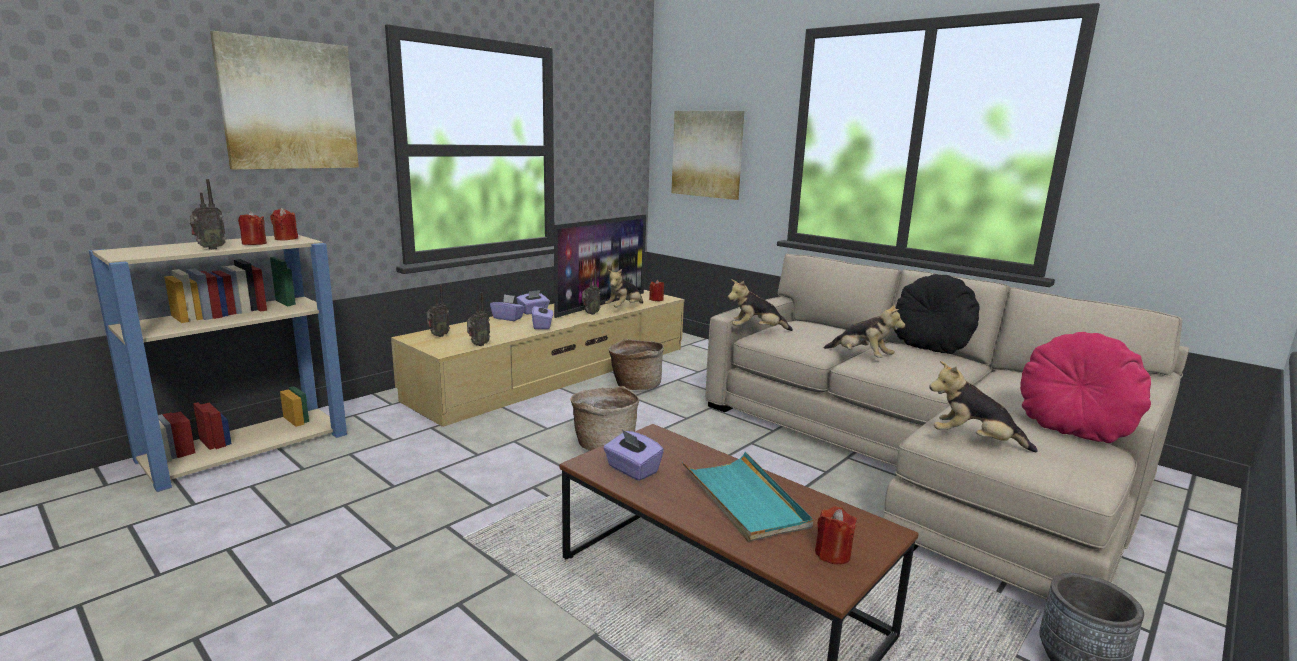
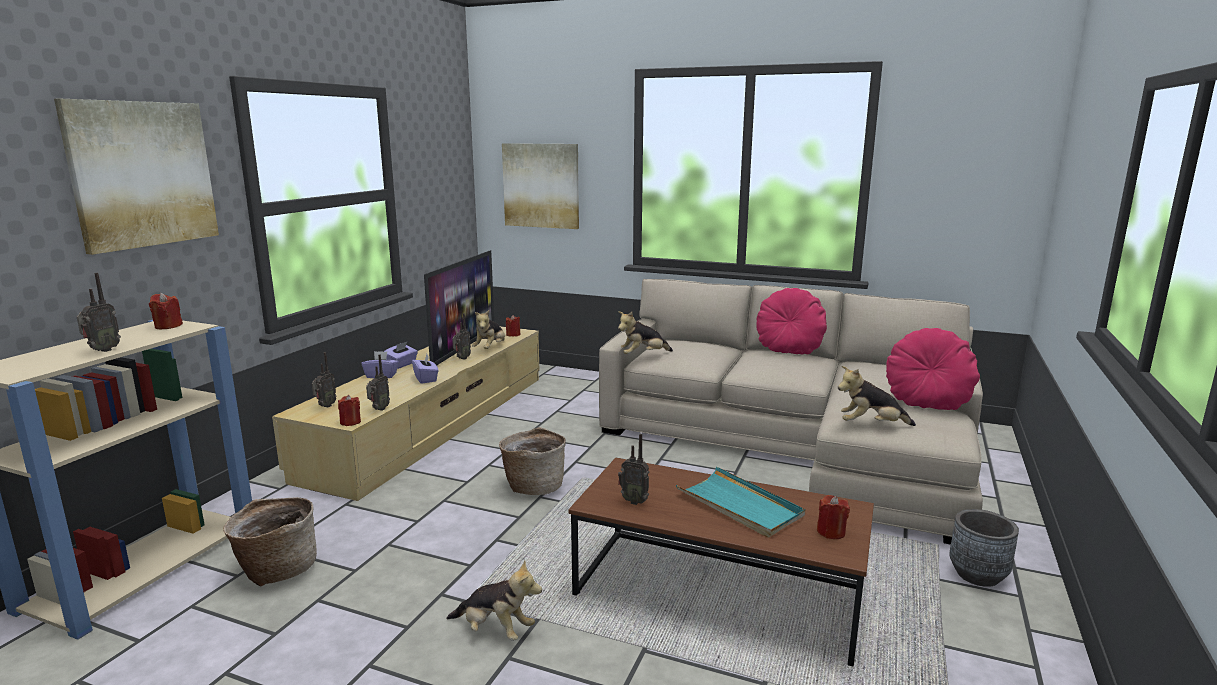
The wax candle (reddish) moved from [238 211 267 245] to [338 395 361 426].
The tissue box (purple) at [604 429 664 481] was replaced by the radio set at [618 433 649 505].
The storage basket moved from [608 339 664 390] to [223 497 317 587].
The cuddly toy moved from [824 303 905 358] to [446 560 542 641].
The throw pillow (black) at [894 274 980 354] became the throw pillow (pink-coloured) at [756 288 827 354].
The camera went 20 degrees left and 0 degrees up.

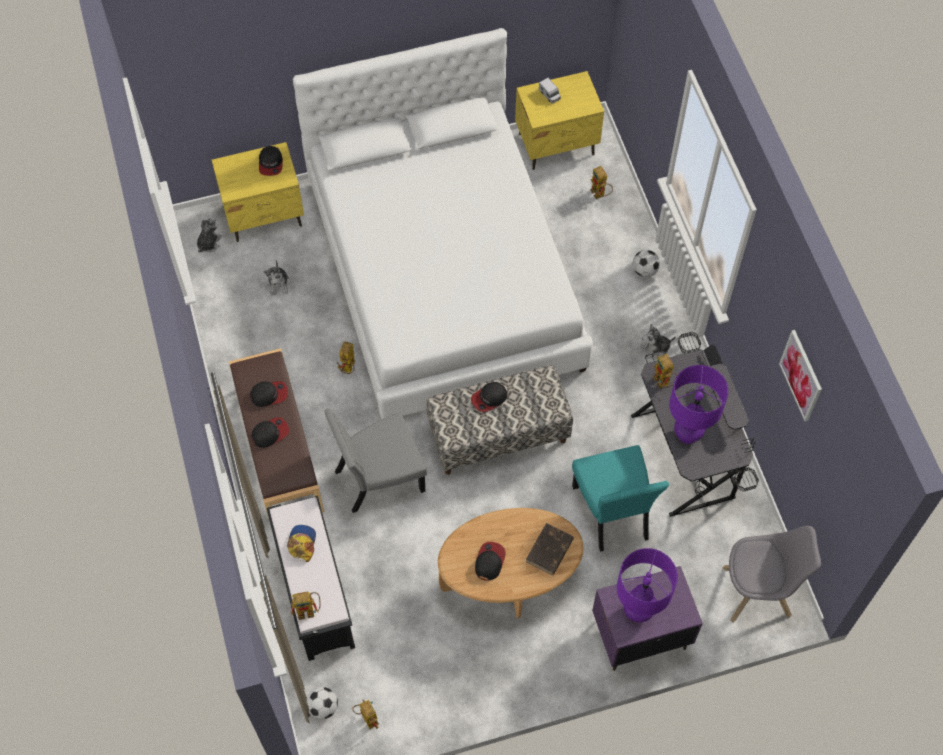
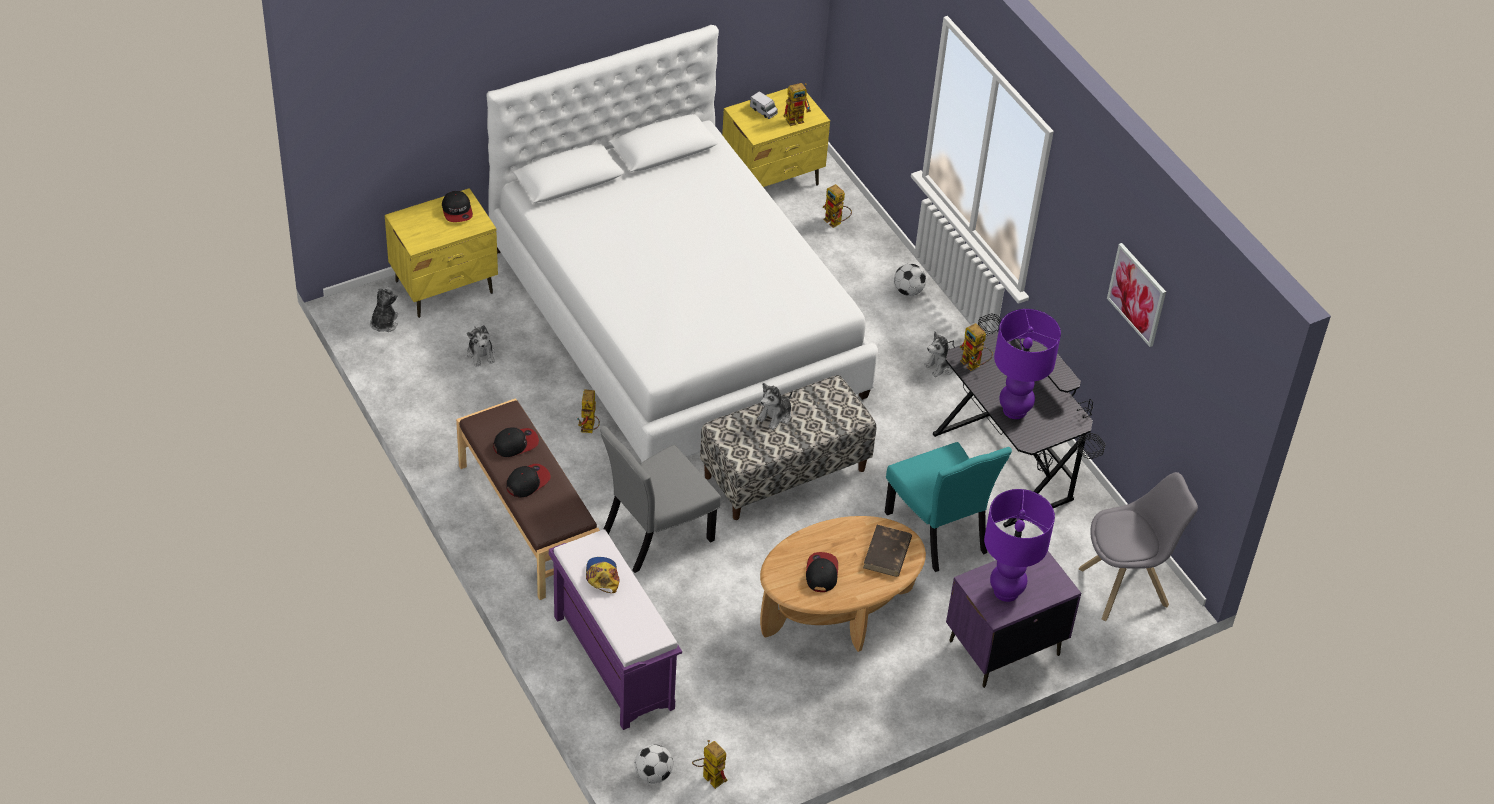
The long seat (black) at [266 496 355 661] became the long seat (purple) at [549 529 682 730].
The toy robot moved from [291 592 321 620] to [783 83 811 126].
The cap at [471 382 507 412] was replaced by the cuddly toy at [757 383 793 430].
The camera went 15 degrees left and 15 degrees down.

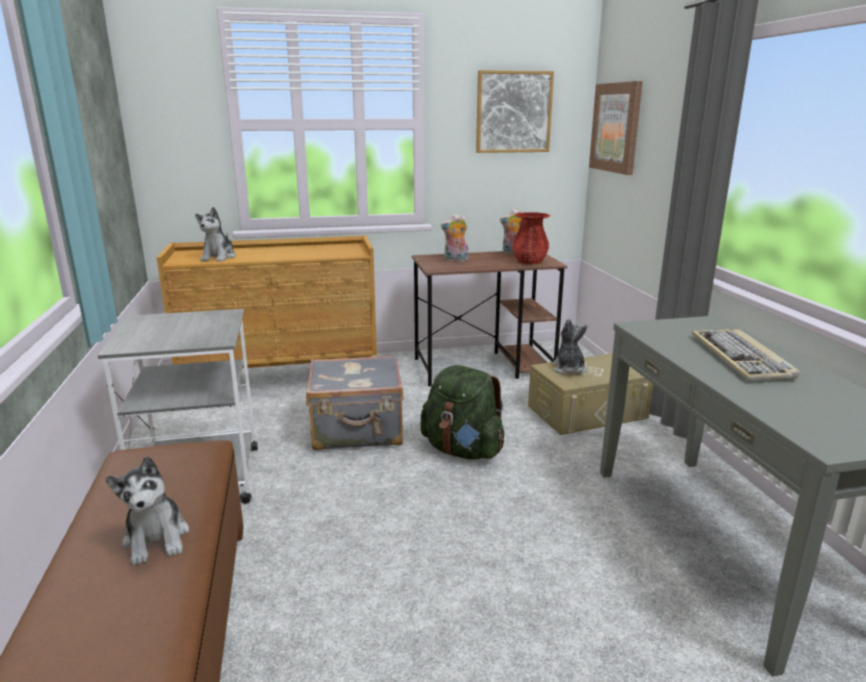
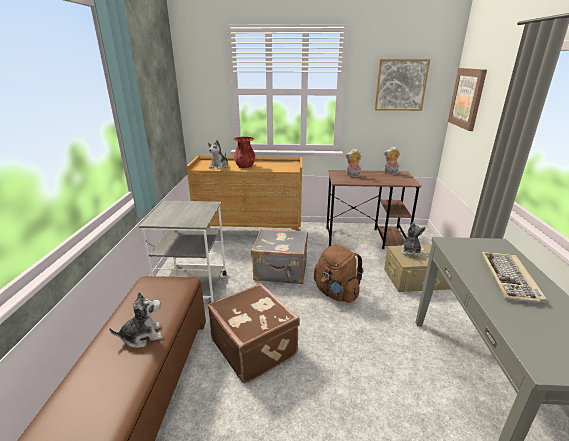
The cuddly toy at [106 456 189 565] turned 105 degrees counterclockwise.
The rucksack (green) at [420 365 504 460] became the rucksack (brownish) at [314 245 364 303].
The decorative vase (reddish) moved from [512 212 551 264] to [233 137 255 168].
The travel case (brownish) at [208 283 300 384] appeared.
The camera went 15 degrees right and 5 degrees up.

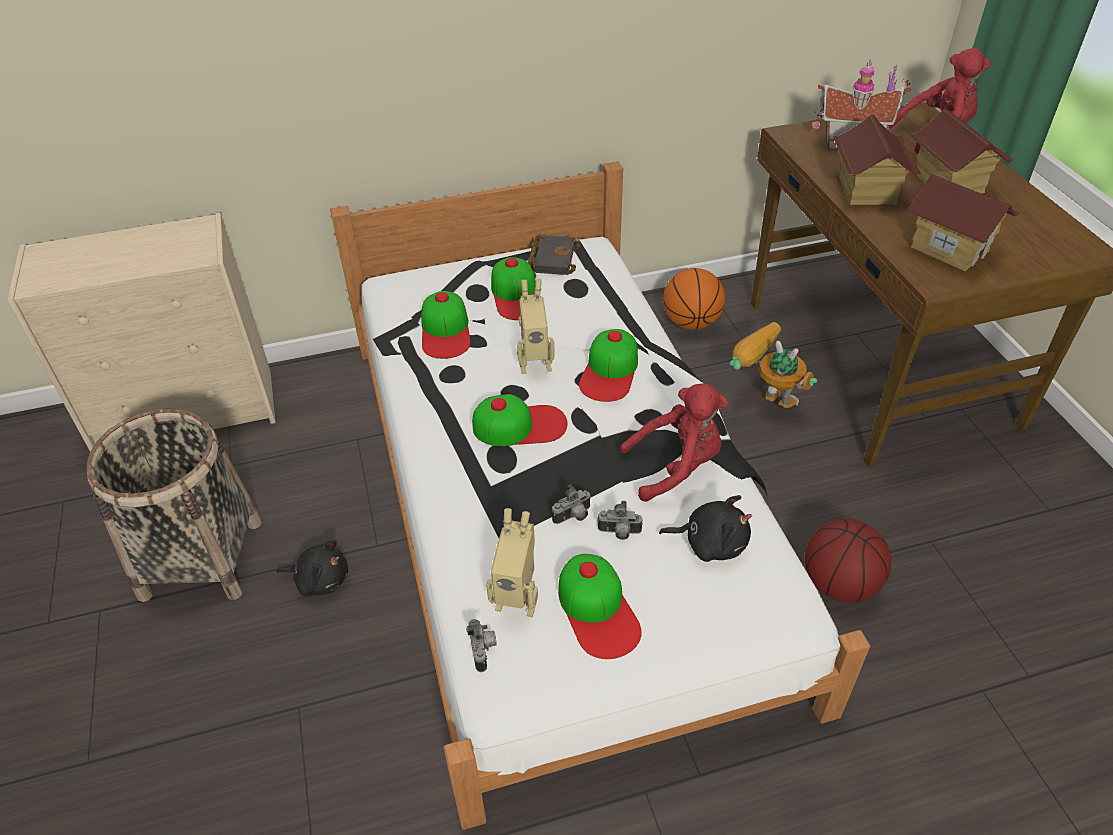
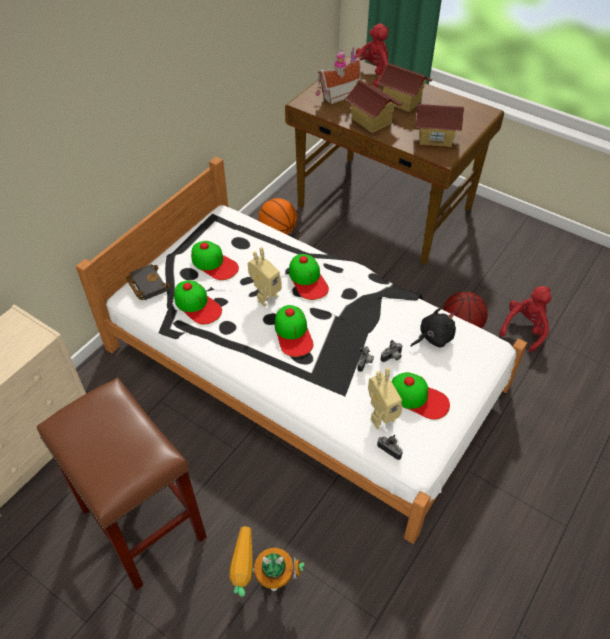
The storage basket at [86 409 262 602] was replaced by the sitting stool (brownish) at [37 377 207 590].
The cuddly toy (black) at [276 540 348 597] disappeared.
The cap at [472 394 568 446] turned 120 degrees clockwise.
The volume (black) moved from [528 235 581 275] to [126 264 170 300].
The cuddly toy (reddish) moved from [620 384 728 502] to [499 286 551 352].
The toy robot moved from [730 322 817 408] to [229 527 304 597].
The camera went 40 degrees left and 5 degrees up.

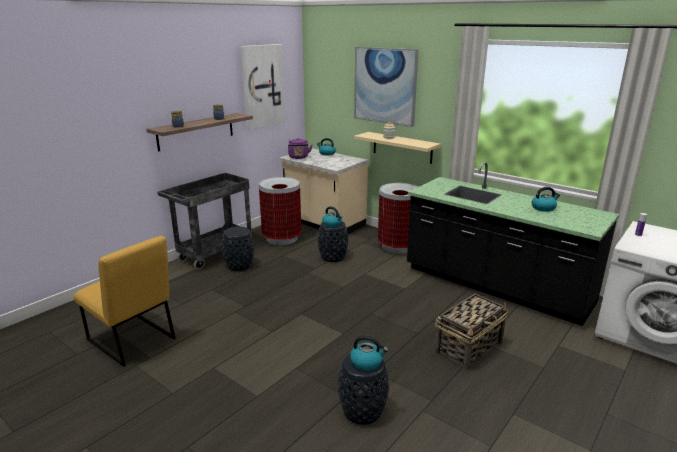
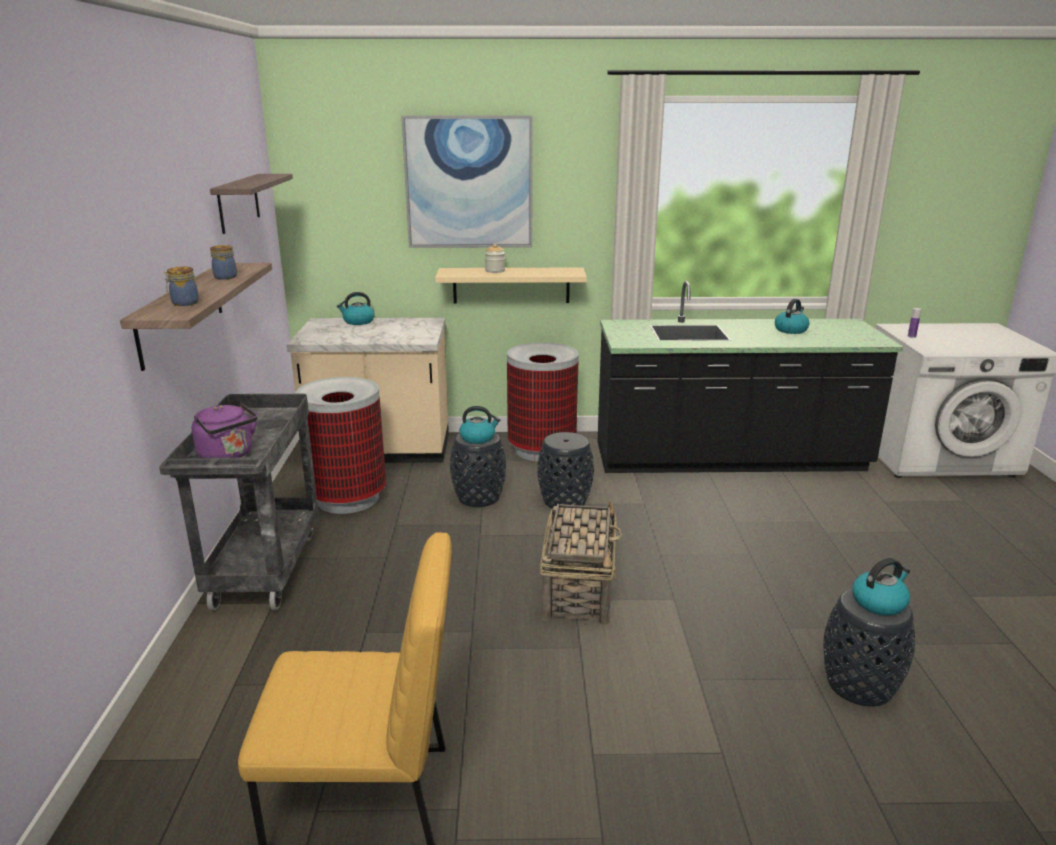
The sitting stool (black) moved from [222 227 254 271] to [537 432 594 508].
The wall art at [240 44 285 130] was replaced by the shelf at [210 174 293 234].
The water kettle (purple) moved from [288 138 313 159] to [192 403 257 458].
The storage basket moved from [434 294 508 371] to [540 500 622 625].
The camera went 40 degrees left and 0 degrees up.

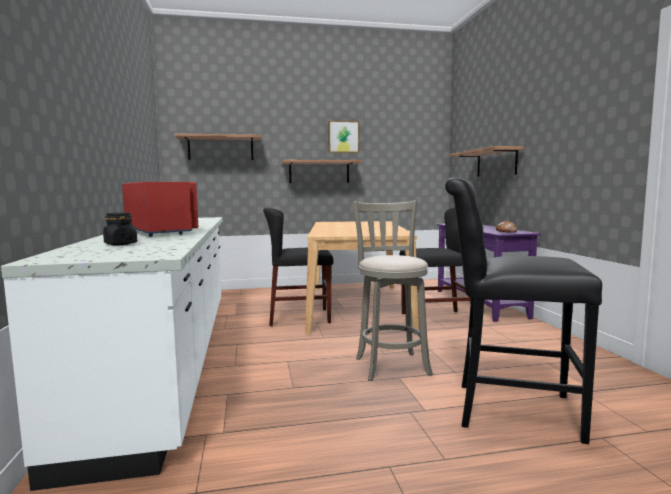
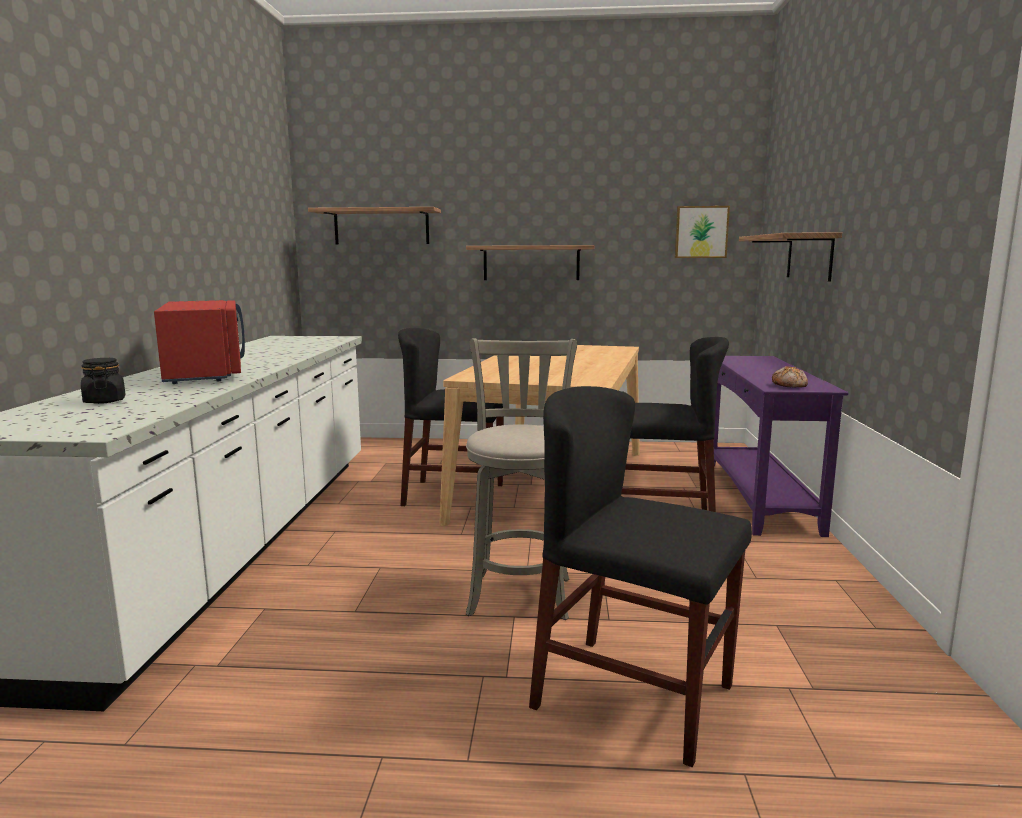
The wall art moved from [328 121 359 153] to [675 206 730 258].
The sitting stool (black) at [445 177 602 444] was replaced by the upright chair (black) at [529 386 752 767].
The camera went 15 degrees right and 5 degrees up.

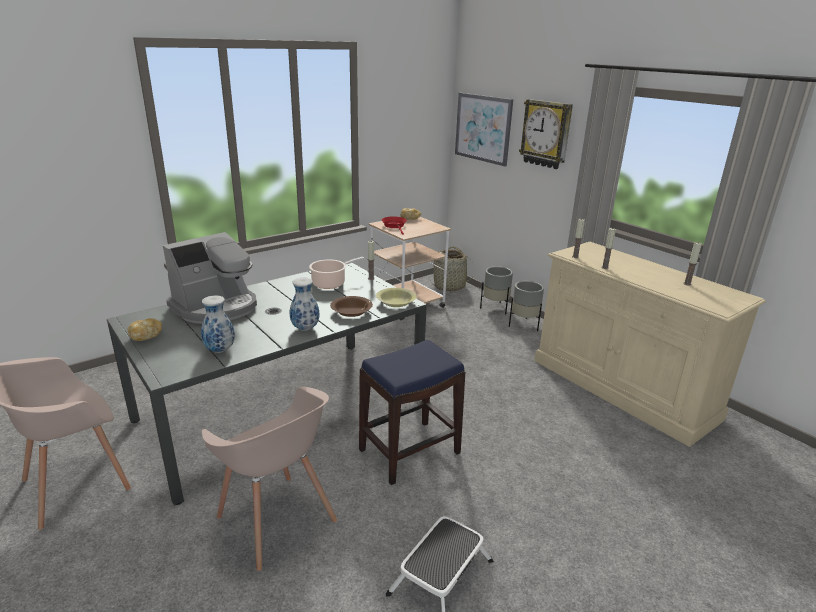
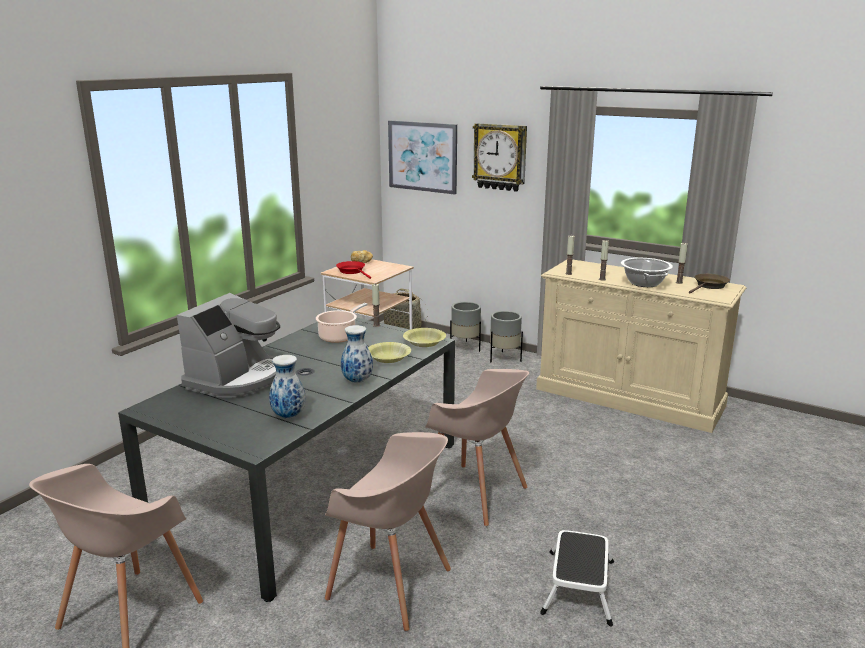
The bakery bread at [128 318 162 341] disappeared.
The serving bowl (brownish) at [330 296 373 317] became the serving bowl (yellow) at [368 342 411 363].
The sitting stool at [359 340 465 485] was replaced by the upright chair (beige) at [425 369 529 526].
The stockpot at [621 258 673 287] appeared.
The pan (brownish) at [689 274 730 294] appeared.
The camera went 20 degrees left and 5 degrees down.

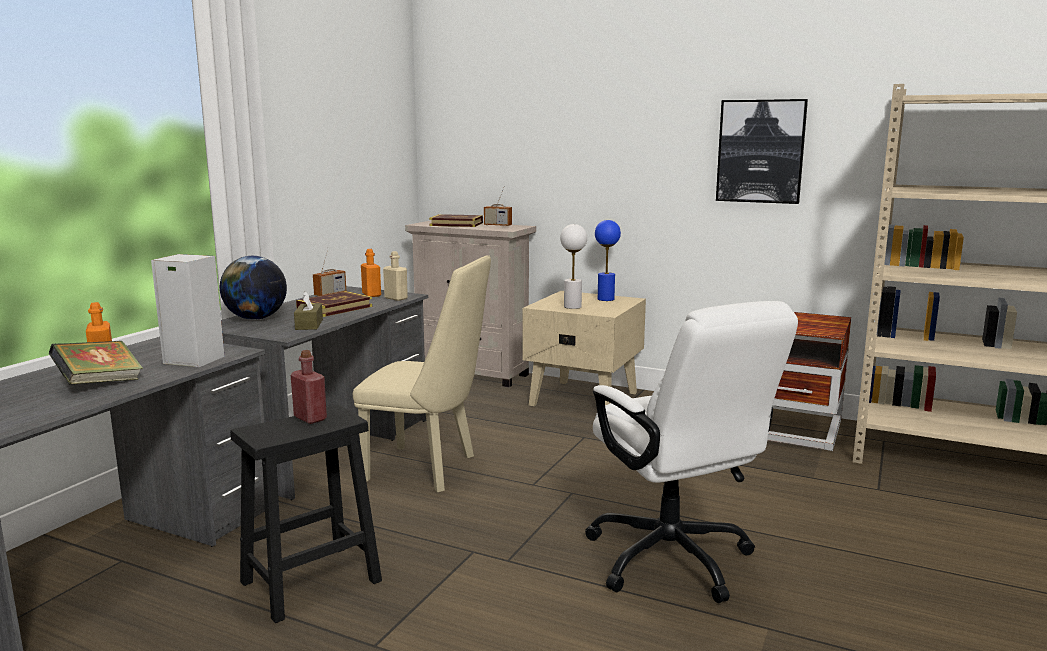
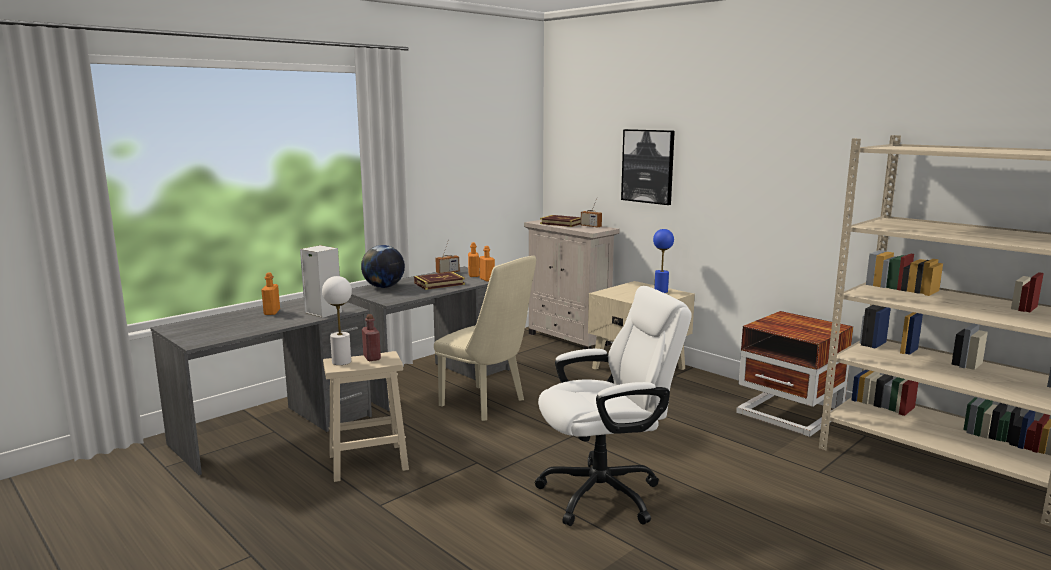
The volume at [49 341 143 384] disappeared.
The sitting stool (black) at [230 405 382 623] became the sitting stool (beige) at [323 351 409 482].
The tissue box (brownish) at [294 291 323 330] disappeared.
The drink bottle (beige) at [383 251 408 301] became the drink bottle (orange-coloured) at [479 246 495 281].
The table lamp (whitish) moved from [560 224 587 309] to [322 276 352 365].
The desk chair (whitish) at [585 301 798 603] turned 105 degrees counterclockwise.
The wall art moved from [716 99 808 204] to [621 129 675 205].
The camera went 20 degrees right and 0 degrees up.

